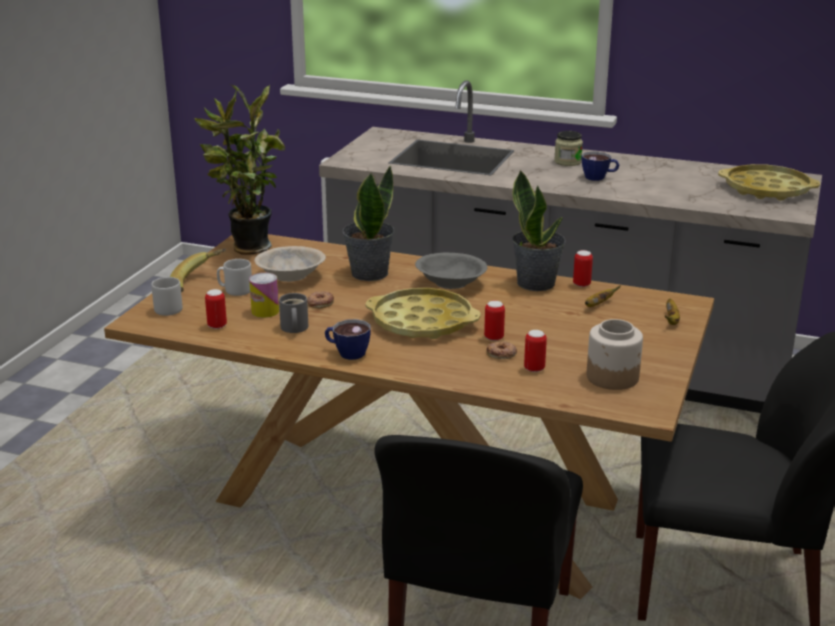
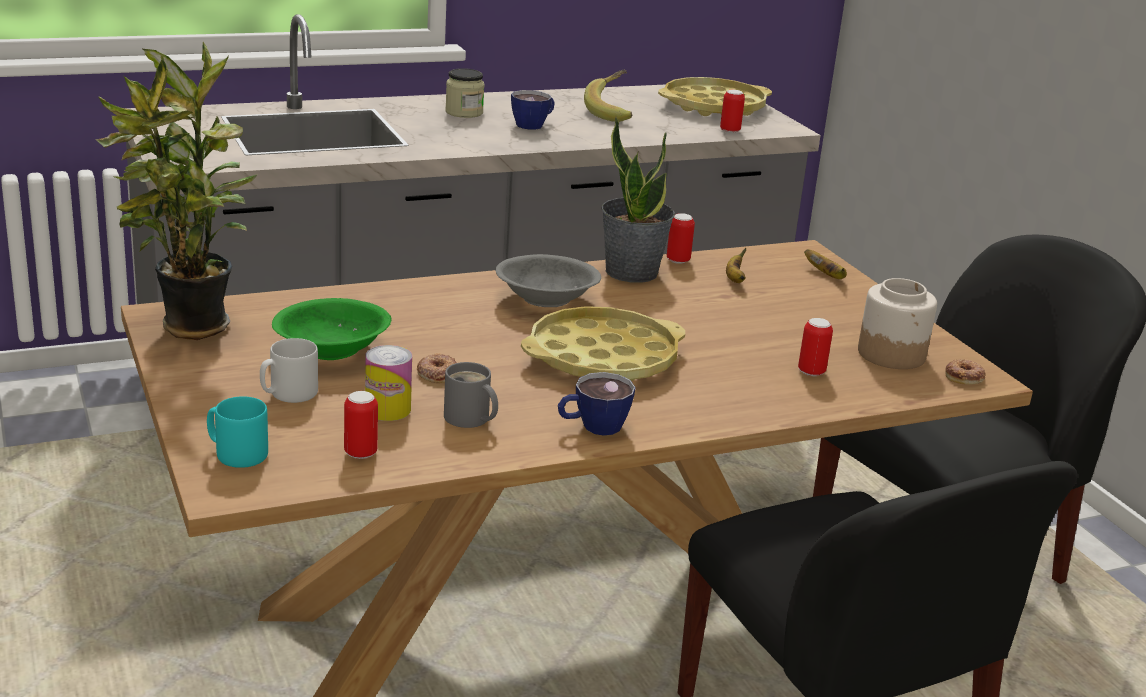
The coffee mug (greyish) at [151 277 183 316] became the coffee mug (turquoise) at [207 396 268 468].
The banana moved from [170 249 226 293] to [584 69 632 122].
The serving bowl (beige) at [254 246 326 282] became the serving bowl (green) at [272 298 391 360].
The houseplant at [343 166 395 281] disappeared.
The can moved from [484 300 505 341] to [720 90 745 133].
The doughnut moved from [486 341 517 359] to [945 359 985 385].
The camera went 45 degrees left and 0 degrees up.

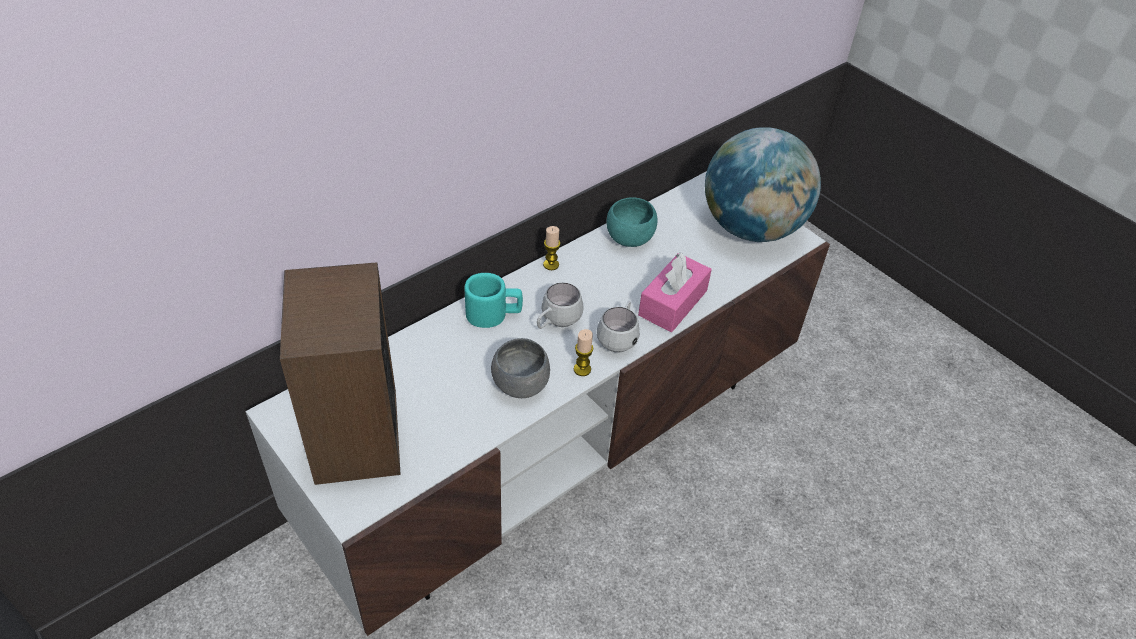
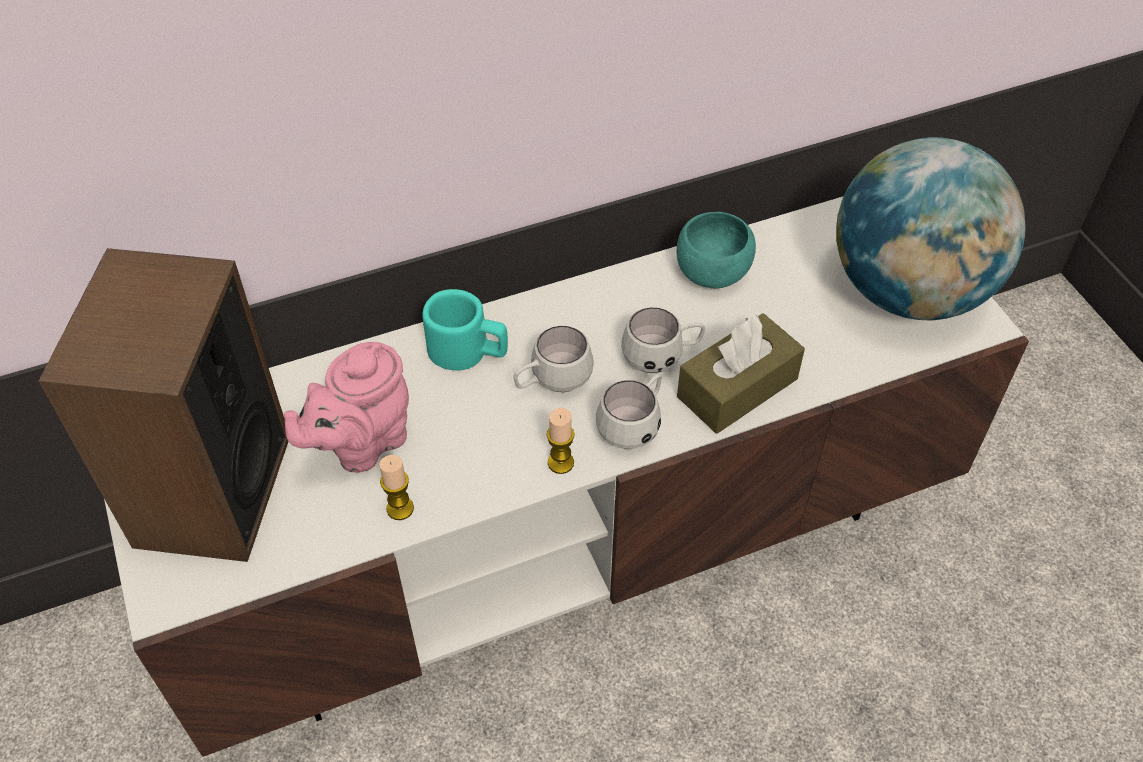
The serving bowl (greyish) at [491 338 550 398] disappeared.
The wax candle moved from [543 226 560 270] to [379 455 414 520].
The tissue box (pink-coloured) at [638 253 712 332] became the tissue box (brownish) at [677 313 805 434].
The tea pot (pink-coloured) at [284 342 409 473] appeared.
The coffee mug (whitish) at [621 307 705 373] appeared.
The camera went 20 degrees right and 5 degrees up.

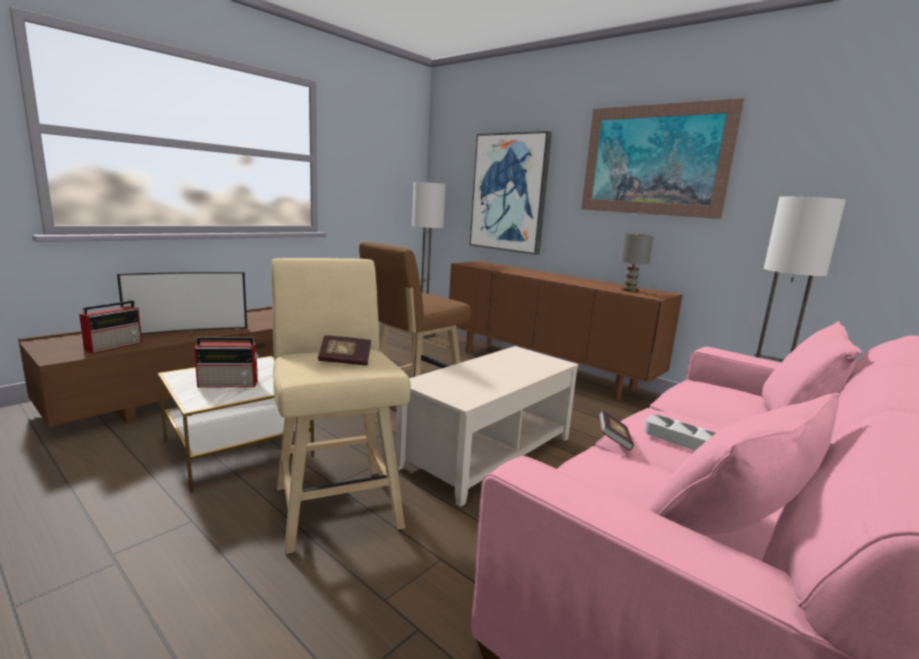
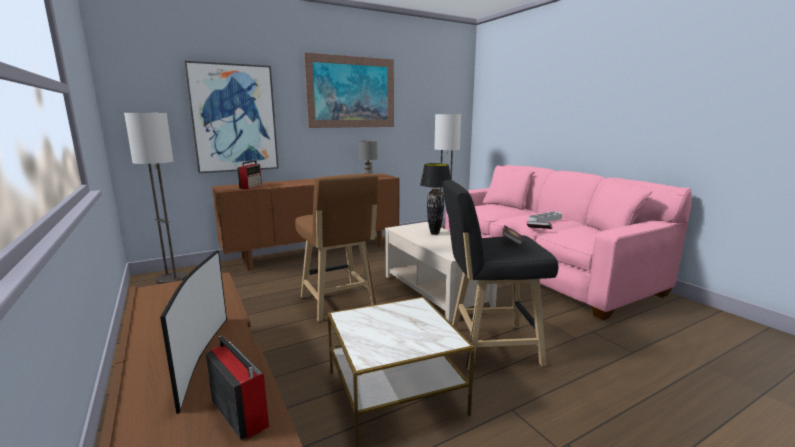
The radio set moved from [194 337 259 388] to [237 160 262 189].
The sitting stool (beige) at [271 258 411 554] became the sitting stool (black) at [443 180 558 370].
The table lamp (black) at [420 163 451 235] appeared.
The camera went 70 degrees left and 0 degrees up.

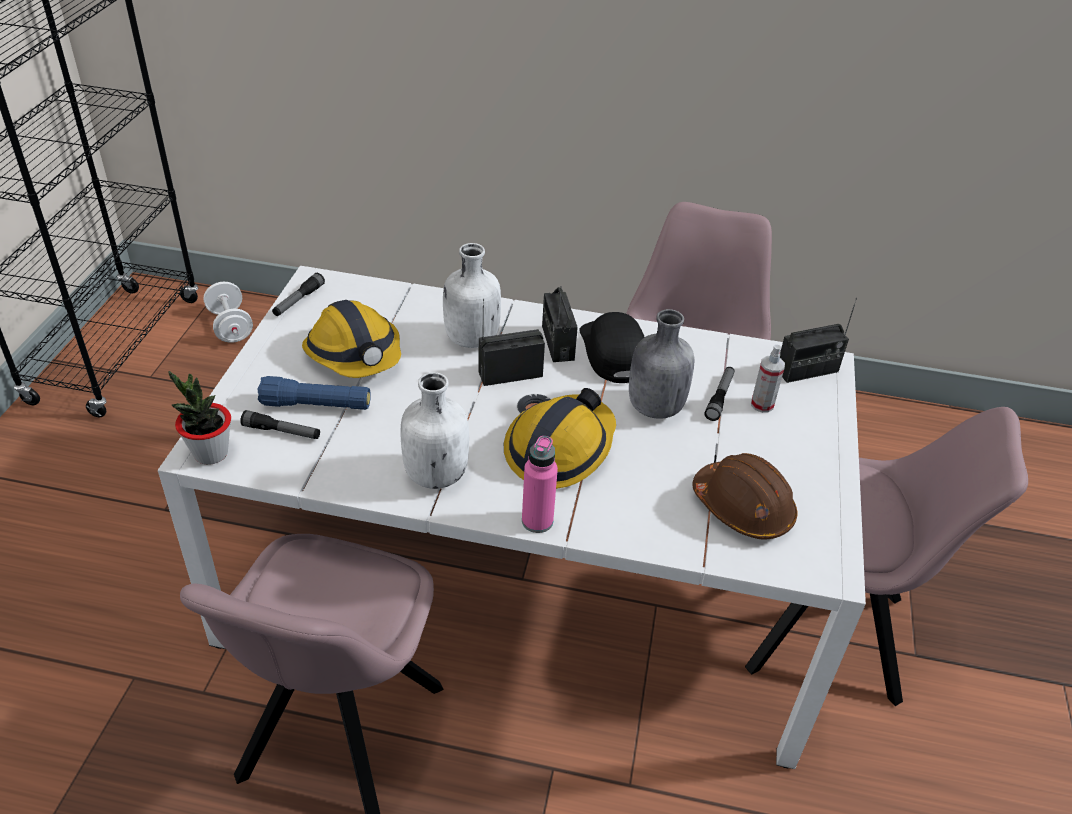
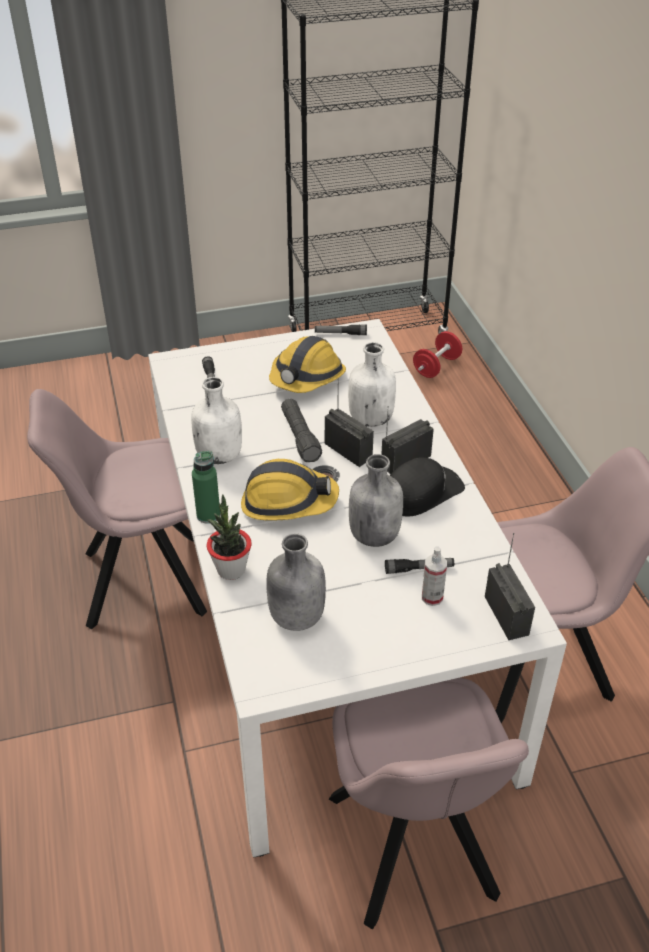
The houseplant moved from [168 371 231 465] to [207 494 252 580].
The free weight (whitish) at [203 282 253 343] became the free weight (reddish) at [413 331 462 378].
The flashlight (blue) at [257 376 371 410] disappeared.
The drink bottle (pink-coloured) at [522 436 558 533] became the drink bottle (green) at [192 451 221 524].
The work helmet (brownish) at [692 453 798 540] was replaced by the drink bottle (greyish) at [266 533 326 631].
The radio set at [780 298 857 383] turned 150 degrees counterclockwise.
The flashlight (black) at [281 399 322 462] appeared.
The camera went 65 degrees right and 0 degrees up.

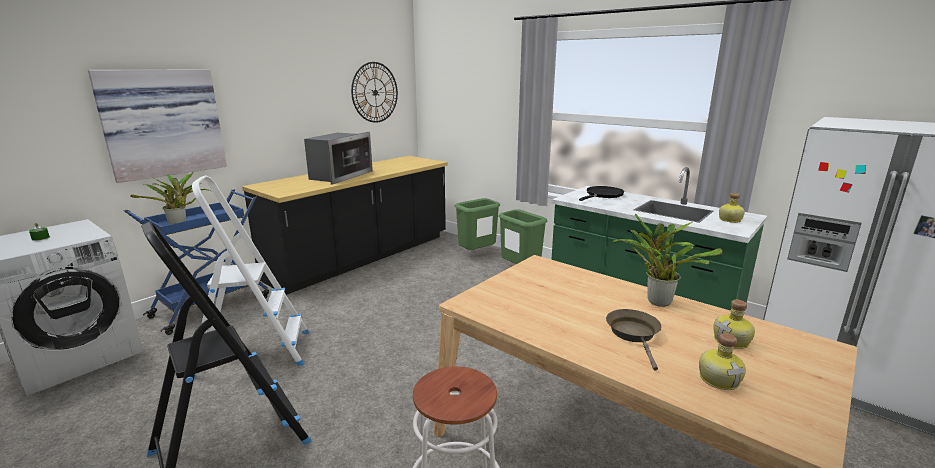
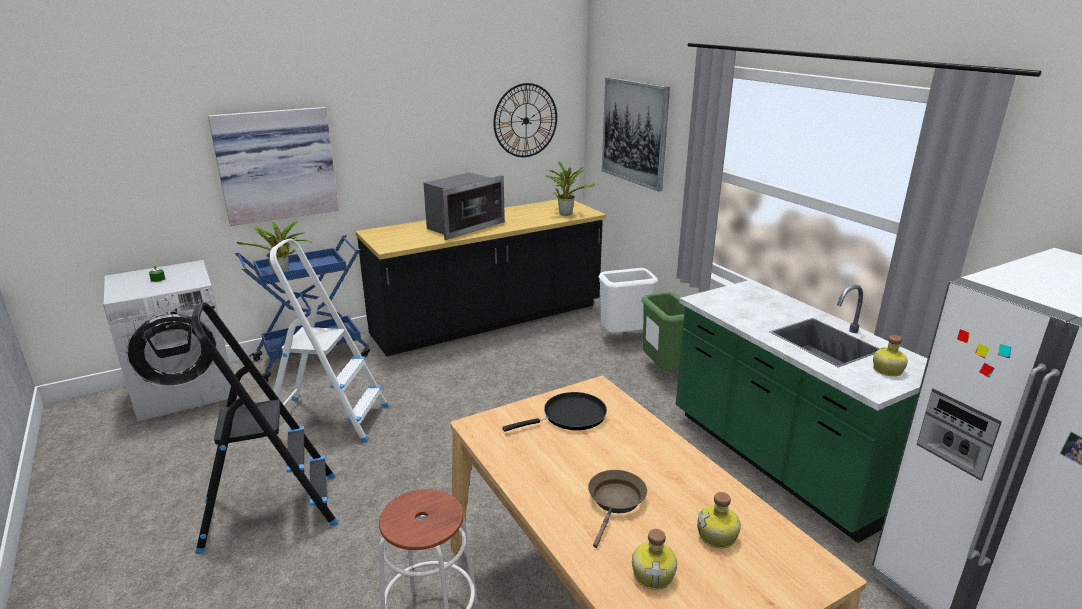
The rubbish bin (green) at [455 198 500 250] became the rubbish bin (whitish) at [598 268 658 333].
The pan (black) moved from [579 186 624 201] to [502 392 607 432].
The houseplant moved from [613 214 722 307] to [546 161 595 216].
The wall art at [602 77 670 192] appeared.
The camera went 20 degrees right and 5 degrees up.

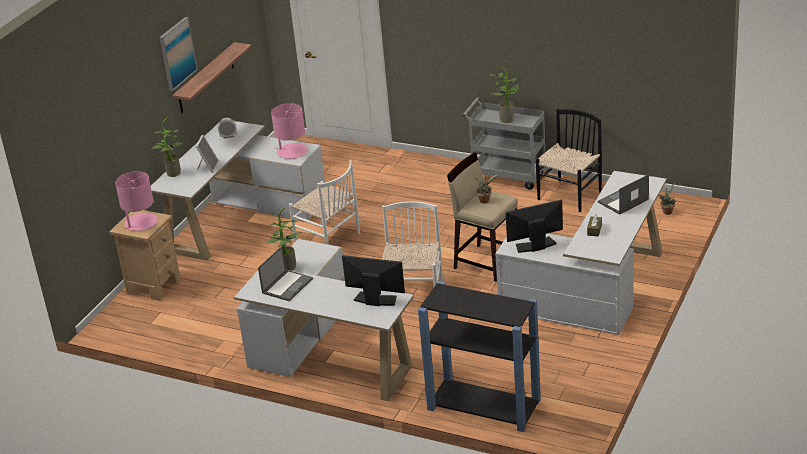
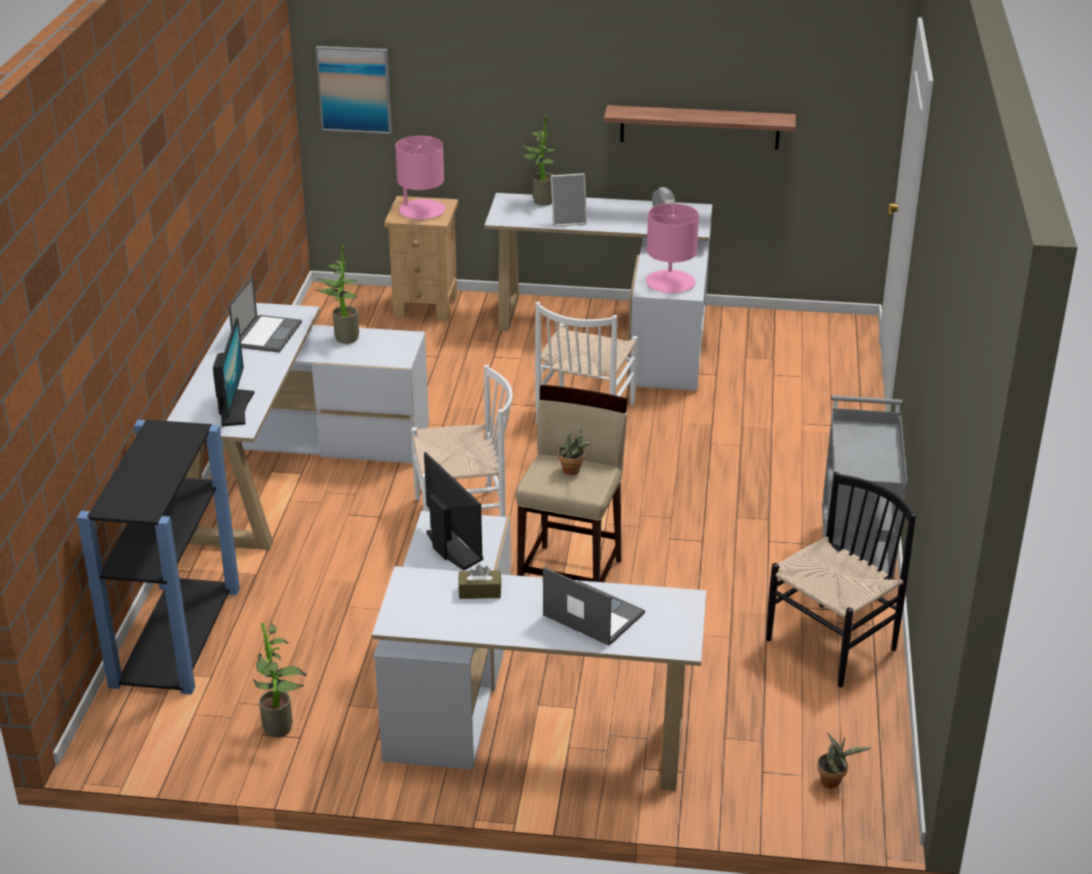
The wall art moved from [159 17 198 91] to [315 46 392 134].
The notebook computer at [258 246 313 301] turned 90 degrees counterclockwise.
The houseplant moved from [488 66 519 123] to [253 622 307 738].
The upright chair (black) at [536 109 602 212] turned 60 degrees counterclockwise.
The camera went 70 degrees right and 0 degrees up.

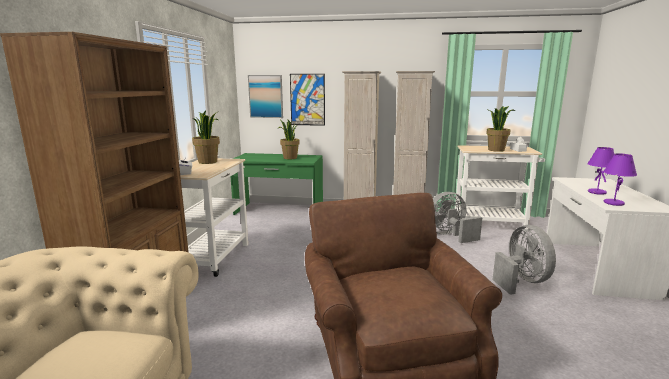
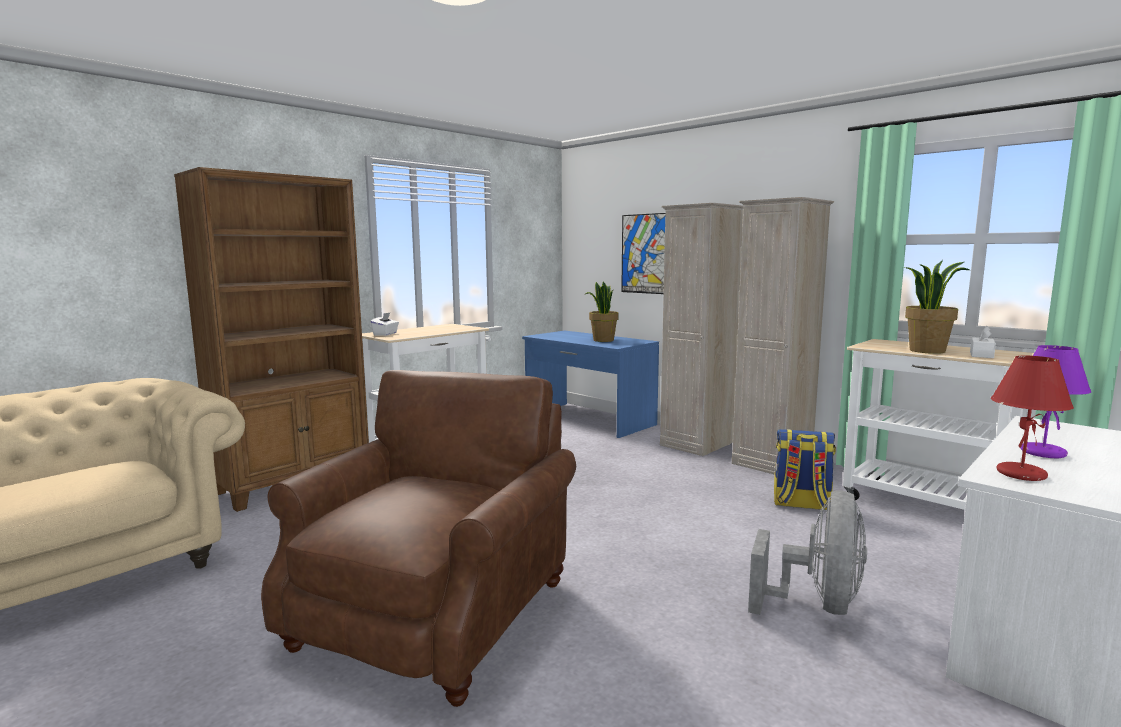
The houseplant at [192 110 220 164] disappeared.
The desk (green) at [230 153 323 215] became the desk (blue) at [522 331 659 438].
The wall art at [248 75 283 118] disappeared.
The electric fan (greyish) at [433 192 482 243] was replaced by the rucksack at [774 429 836 510].
The table lamp (purple) at [603 153 637 206] became the table lamp (reddish) at [991 356 1074 481].
The camera went 35 degrees right and 5 degrees down.

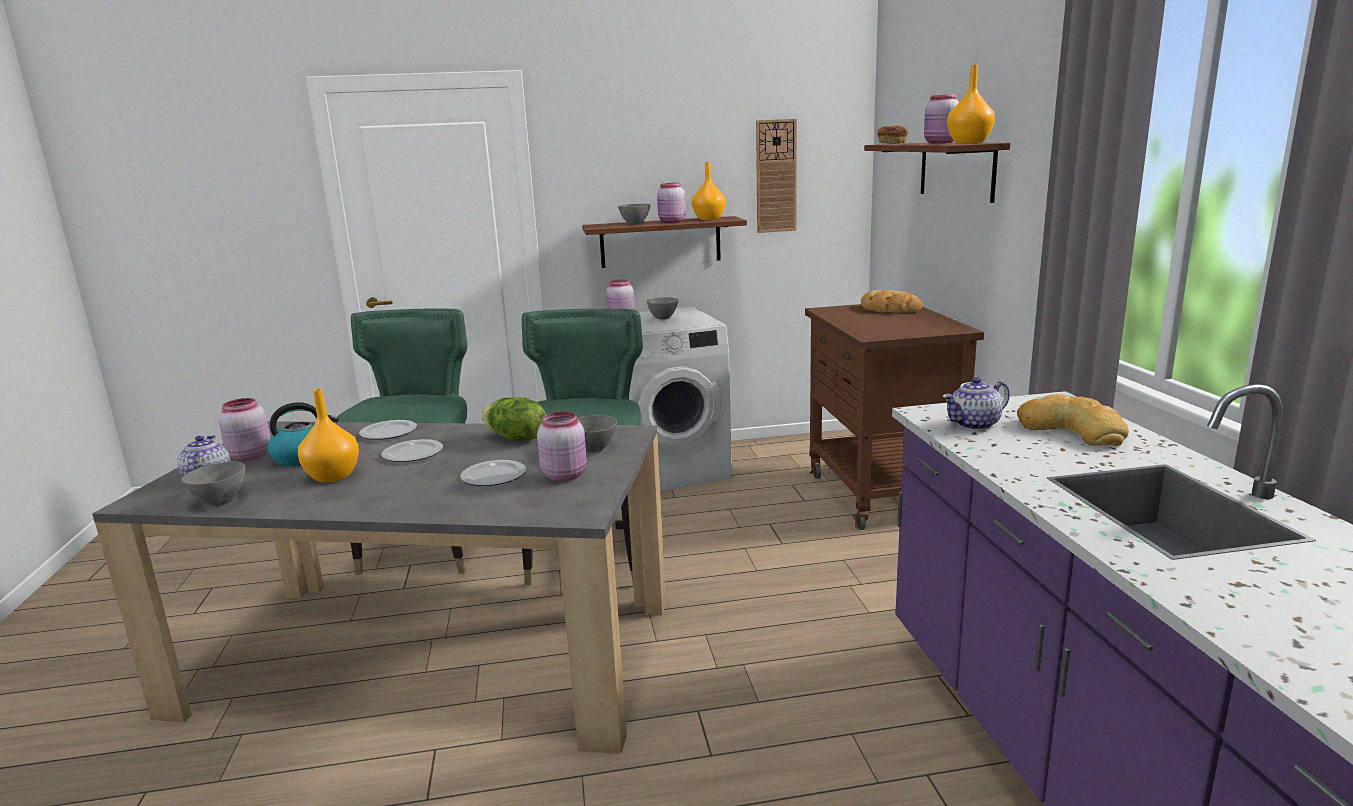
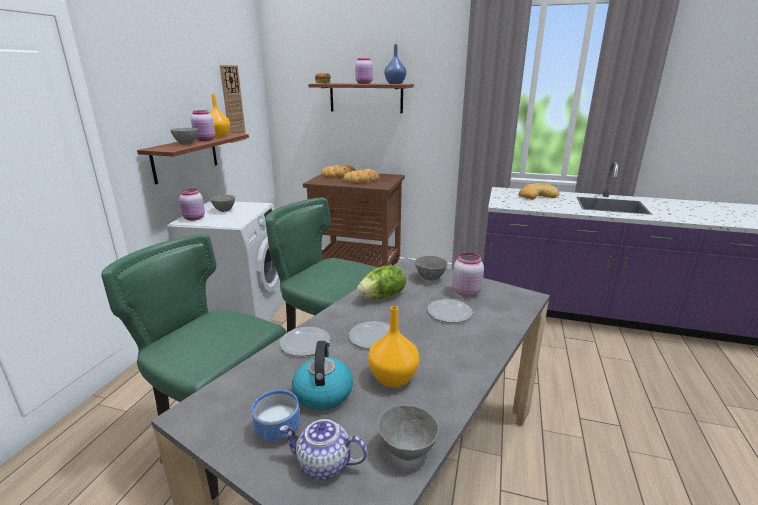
The jar (pink-coloured) at [218 398 271 461] was replaced by the serving bowl at [252 390 300 441].
The tea pot at [942 377 1010 430] disappeared.
The decorative vase (orange-coloured) at [947 65 995 144] became the decorative vase (blue) at [384 44 406 84].
The bakery bread at [343 169 379 183] appeared.
The camera went 65 degrees left and 5 degrees up.

